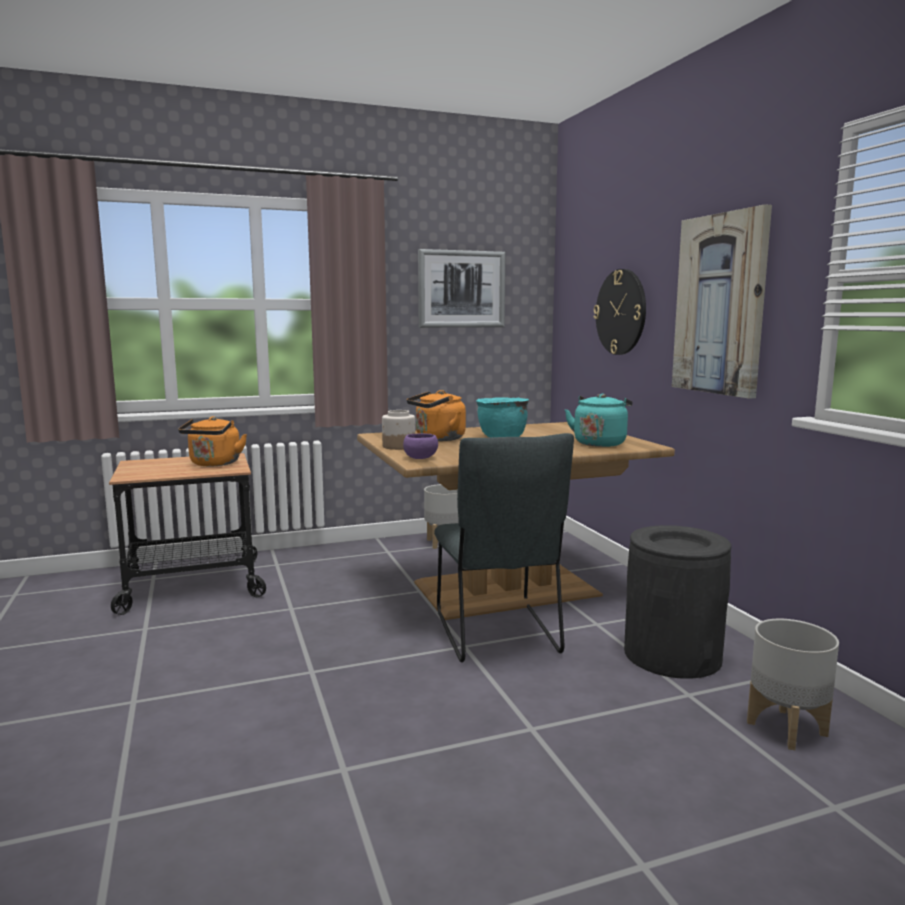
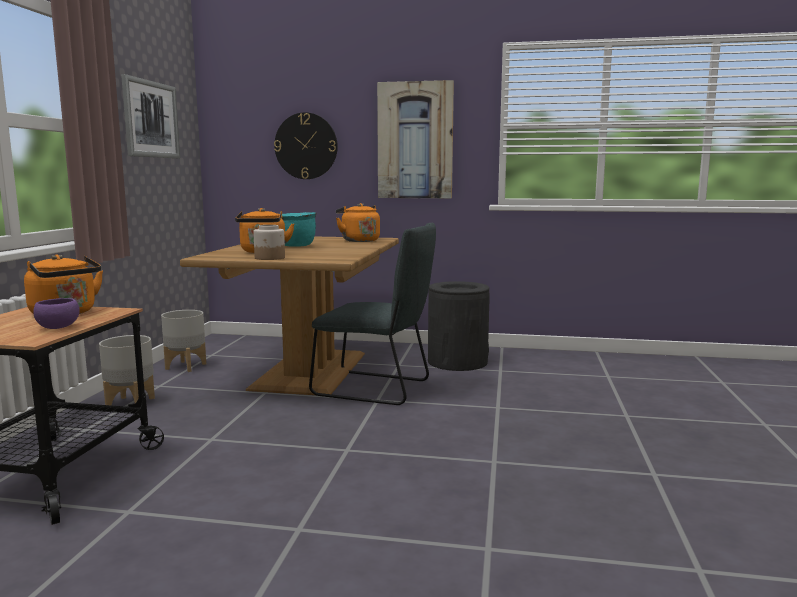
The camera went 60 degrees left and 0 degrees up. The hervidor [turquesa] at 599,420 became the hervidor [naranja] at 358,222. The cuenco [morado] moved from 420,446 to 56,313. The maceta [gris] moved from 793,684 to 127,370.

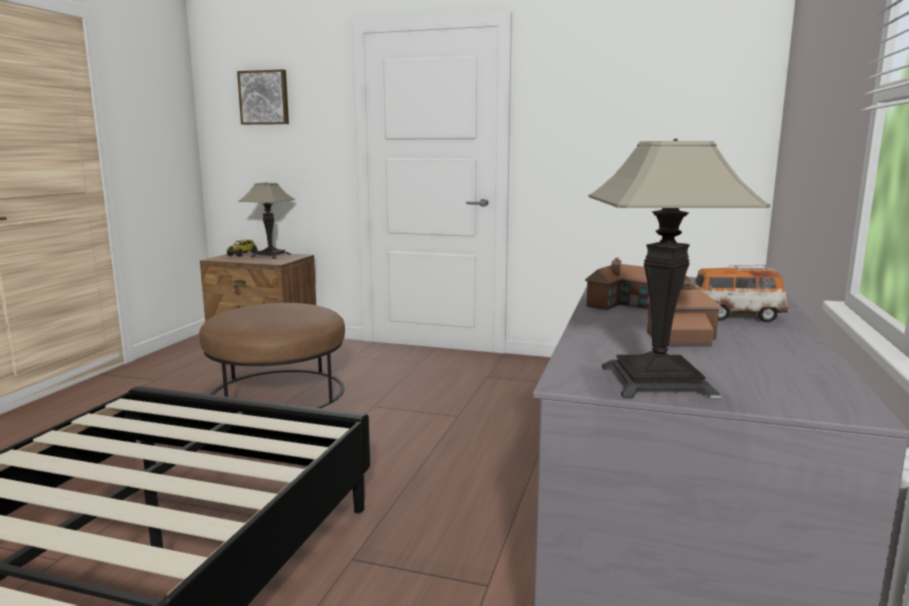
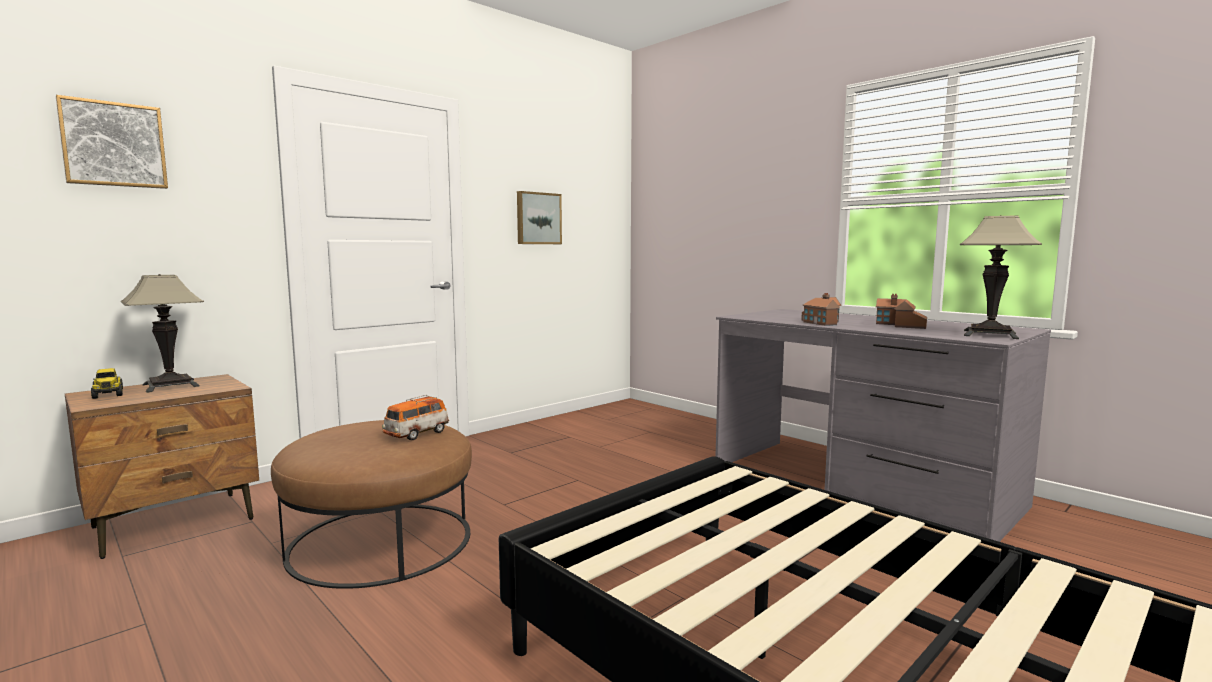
The camera went 60 degrees left and 5 degrees down. The coche de juguete moved from 741,293 to 415,417. The cuadro at 539,217 appeared.

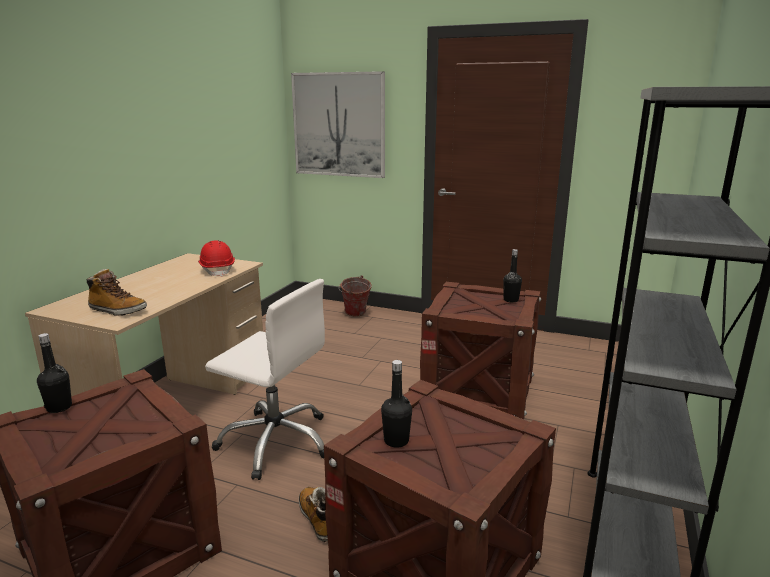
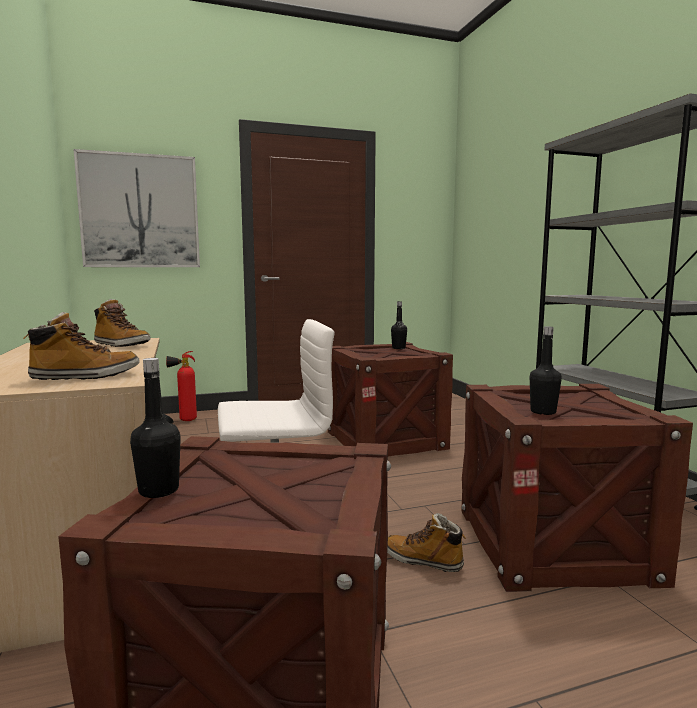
The camera went 40 degrees left and 10 degrees down. The casco [rojo] at 216,258 was replaced by the bota at 122,323. The cubo at 355,296 was replaced by the extintor at 181,386.

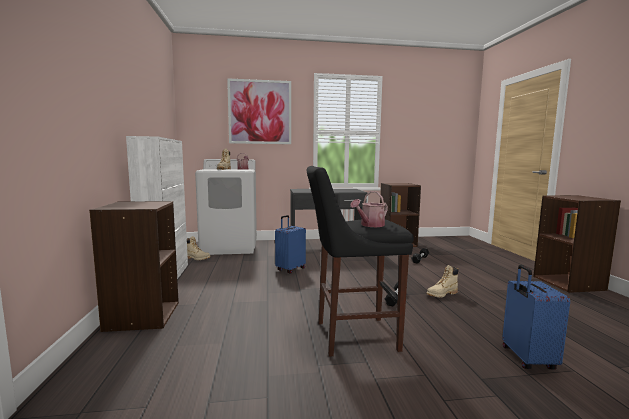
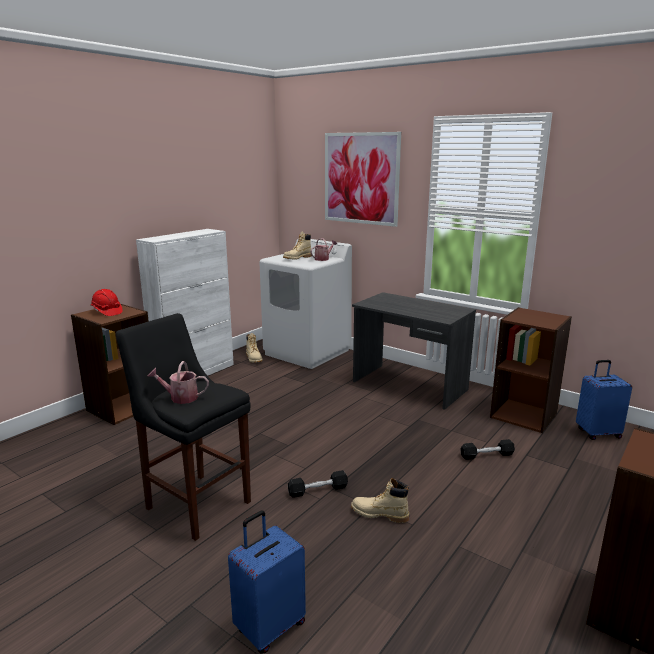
The camera went 45 degrees right and 10 degrees up. The maleta [azul] moved from 290,244 to 604,400. The casco [rojo] at 107,302 appeared.

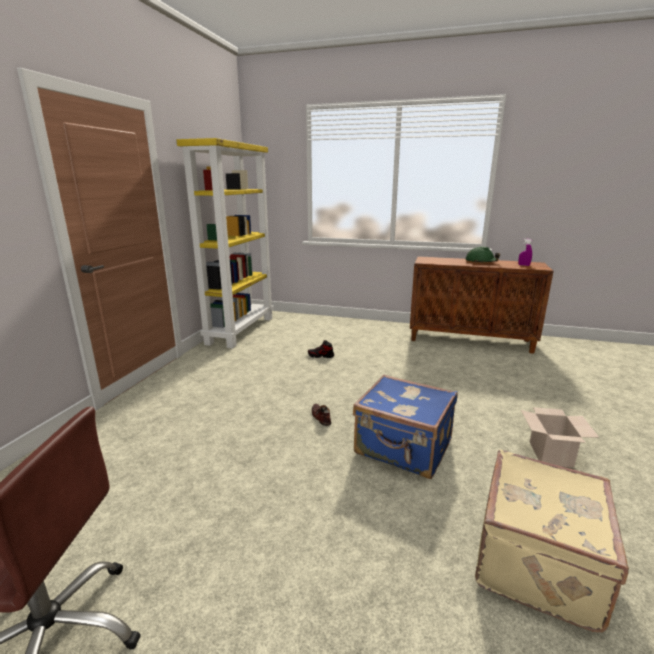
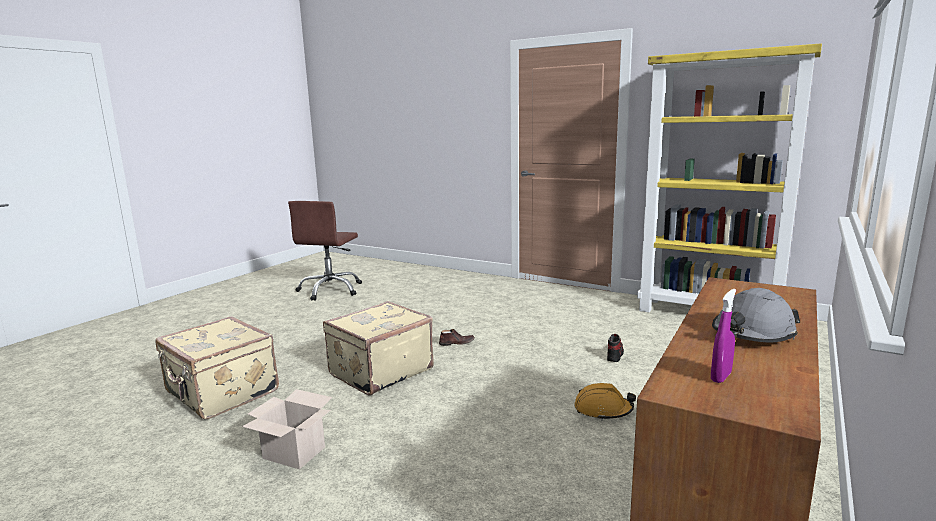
The camera went 105 degrees right and 5 degrees down. The casco [verde] at 483,255 became the casco [gris] at 756,315. The maleta [azul] at 405,426 became the maleta [beis] at 378,348. The casco [naranja] at 605,402 appeared.

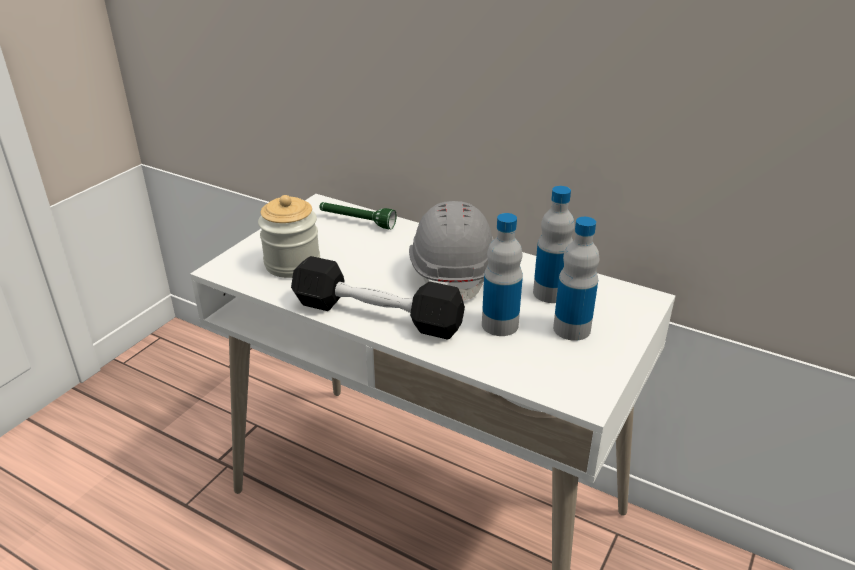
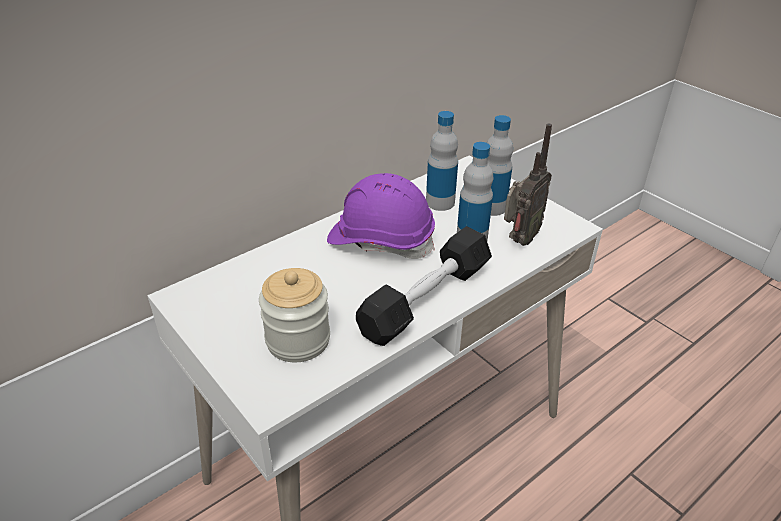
The camera went 70 degrees left and 5 degrees up. The casco [gris] at 451,250 became the casco [morado] at 381,216. The linterna [verde] at 358,215 disappeared. The radio at 528,185 appeared.

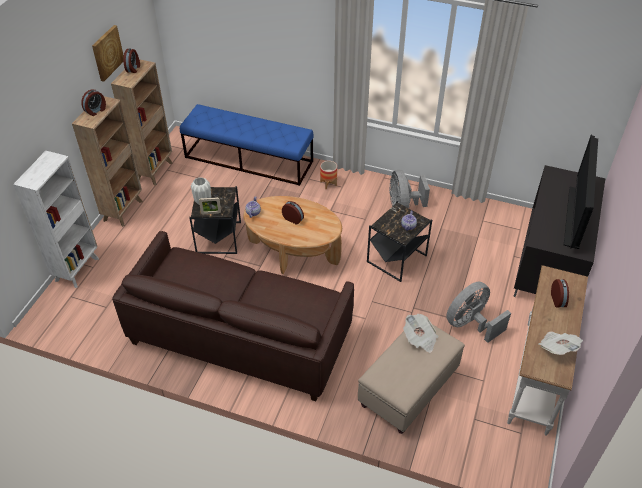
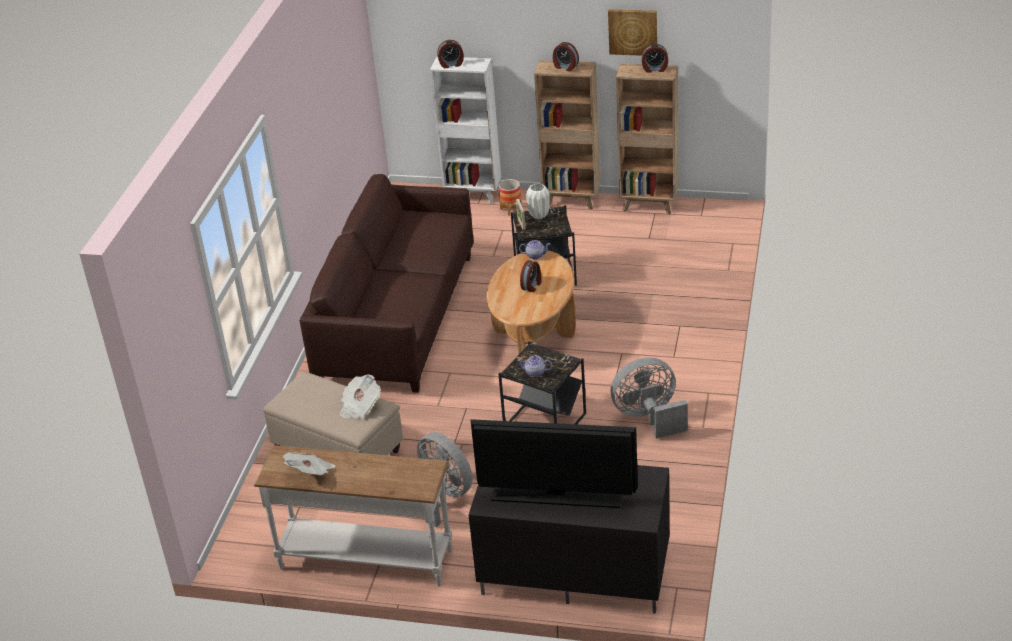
The camera went 85 degrees right and 10 degrees down. The banco [azul] at 247,145 disappeared. The maceta moved from 328,175 to 510,197. The despertador moved from 560,293 to 450,54.

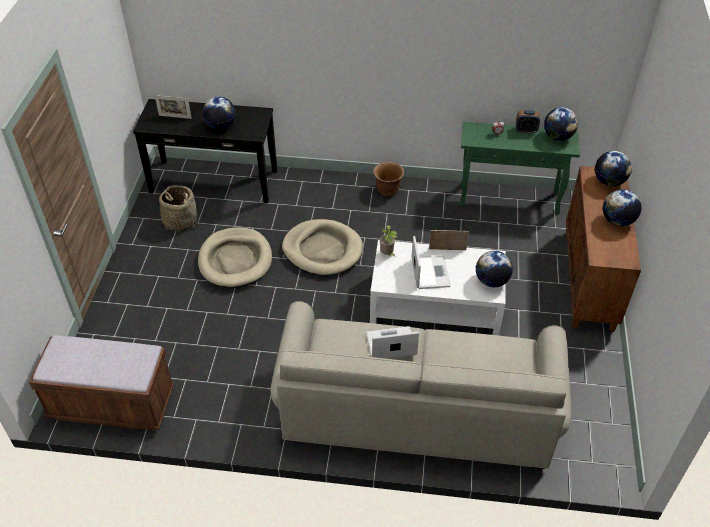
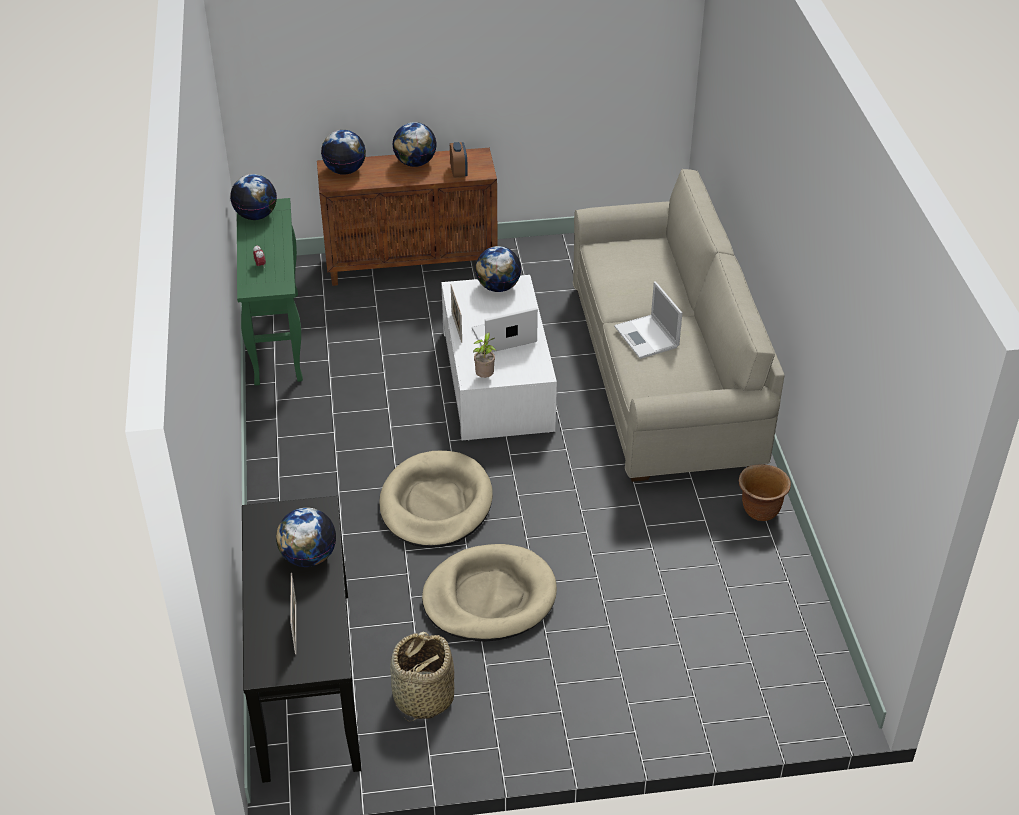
The camera went 105 degrees left and 5 degrees down. The despertador moved from 528,122 to 459,160. The maceta [marrón] moved from 388,179 to 765,492. The banco [marrón] at 101,382 disappeared.

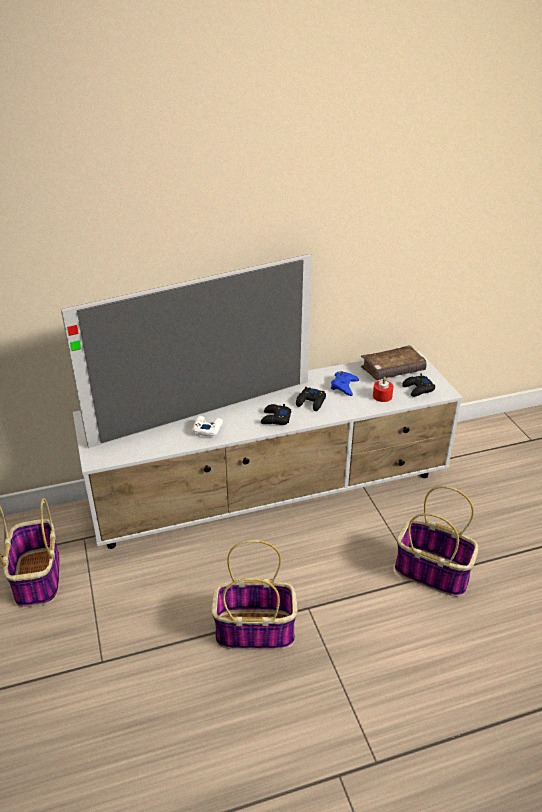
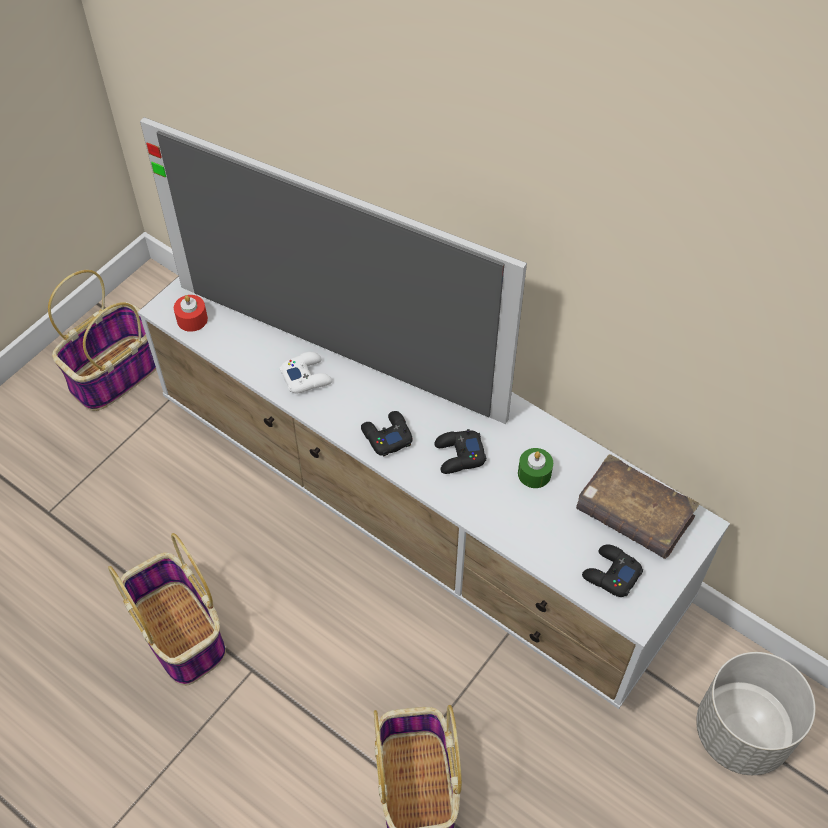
The camera went 55 degrees right and 20 degrees up. The mando de consola [azul] at 345,383 was replaced by the vela [verde] at 535,468. The vela [rojo] moved from 383,389 to 191,313. The maceta [gris] at 756,713 appeared.

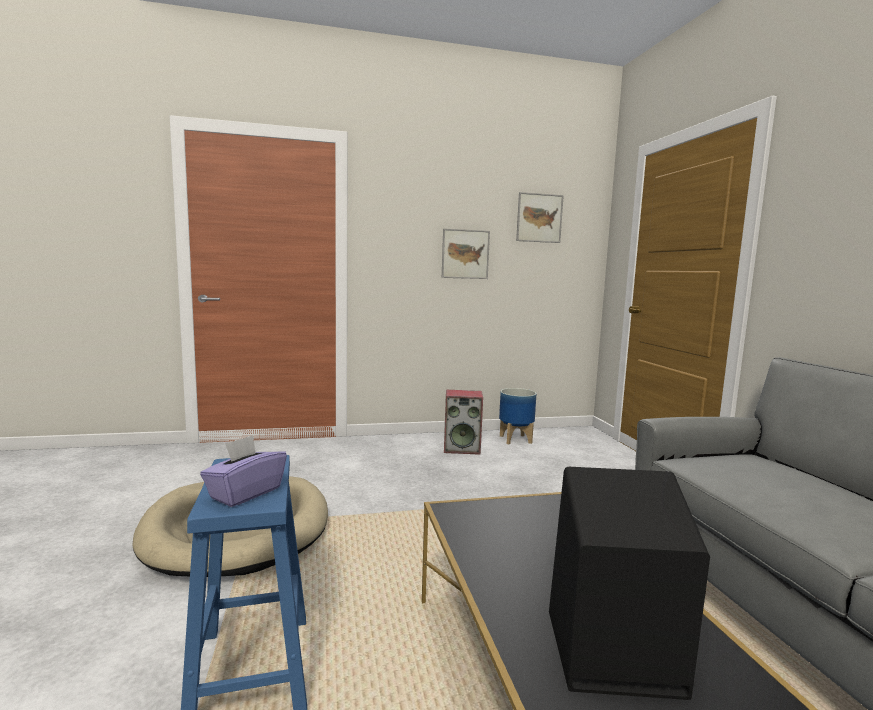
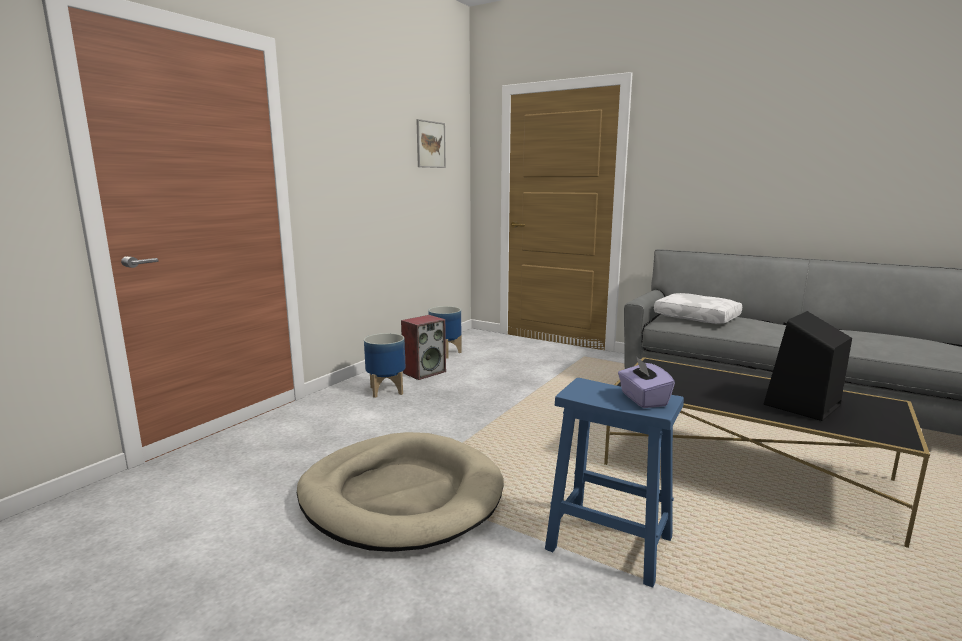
The camera went 45 degrees left and 5 degrees up. The cuadro at 466,254 disappeared. The cojín [blanco] at 698,308 appeared. The maceta at 385,365 appeared.

